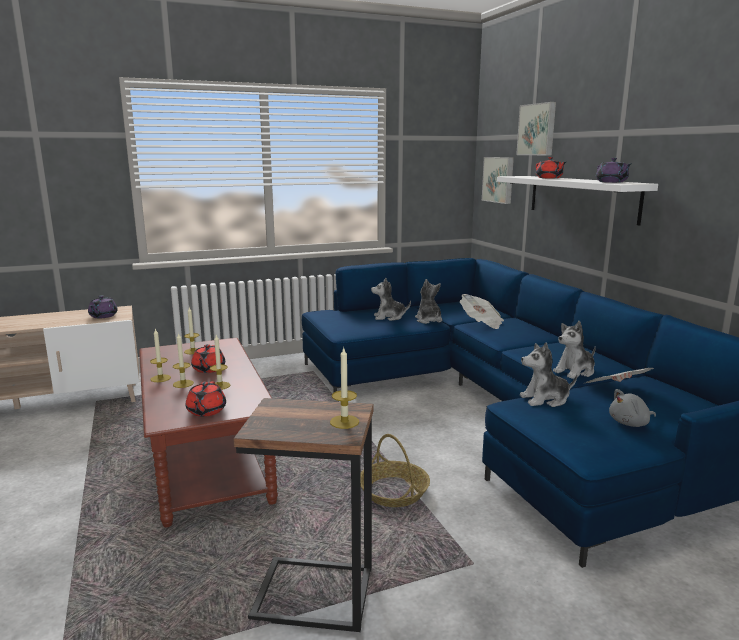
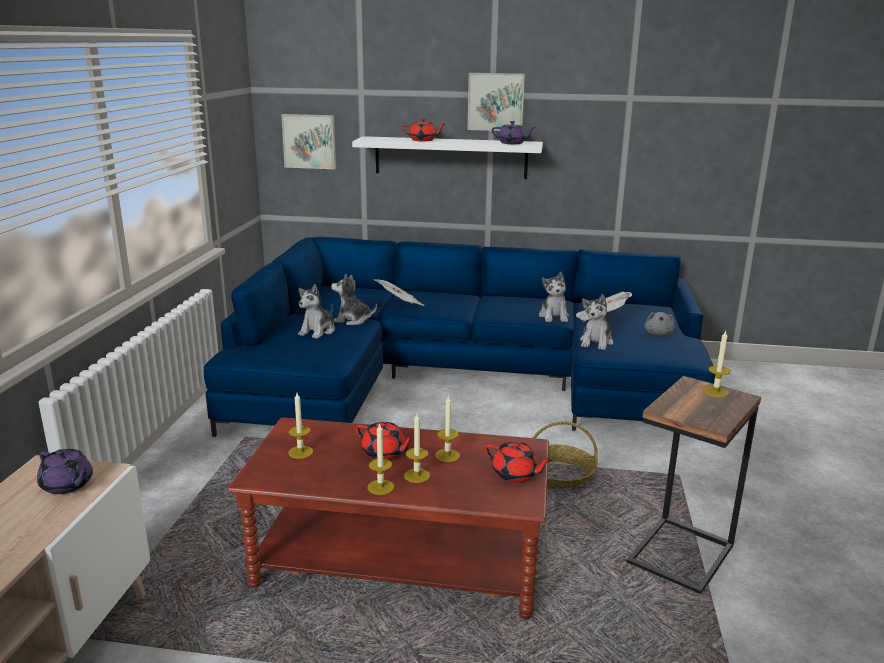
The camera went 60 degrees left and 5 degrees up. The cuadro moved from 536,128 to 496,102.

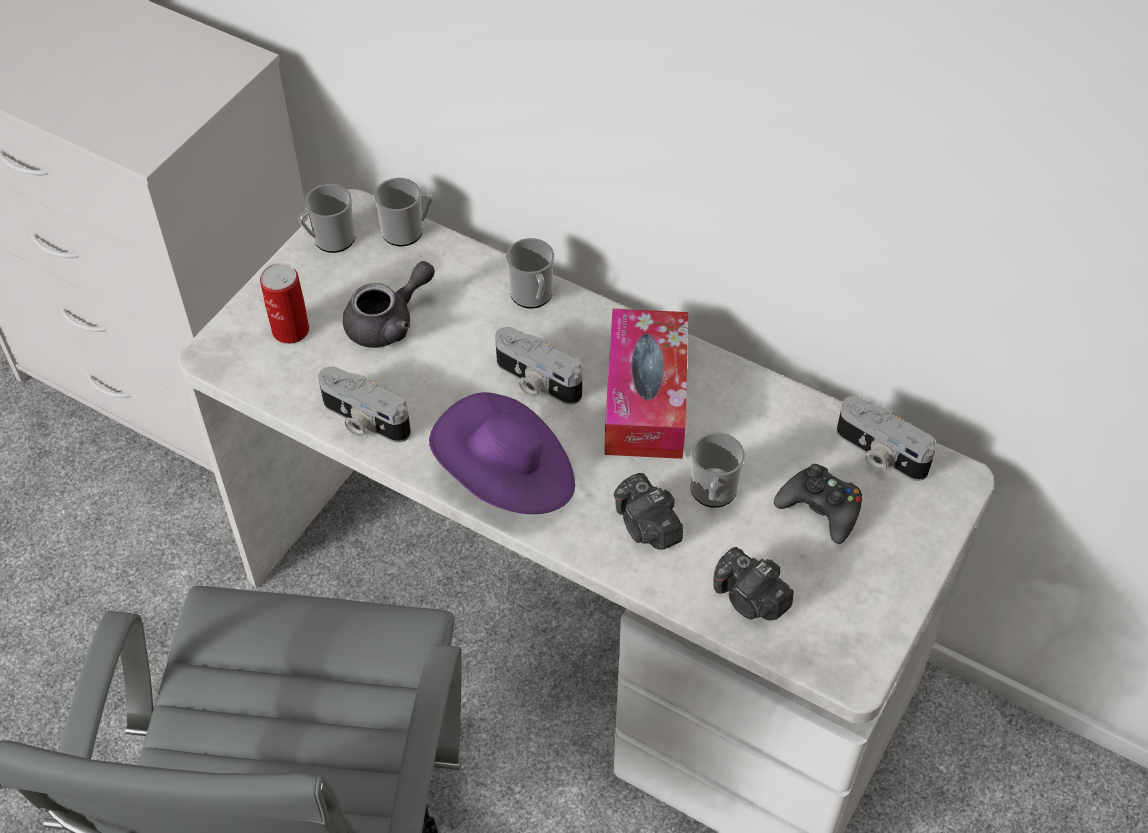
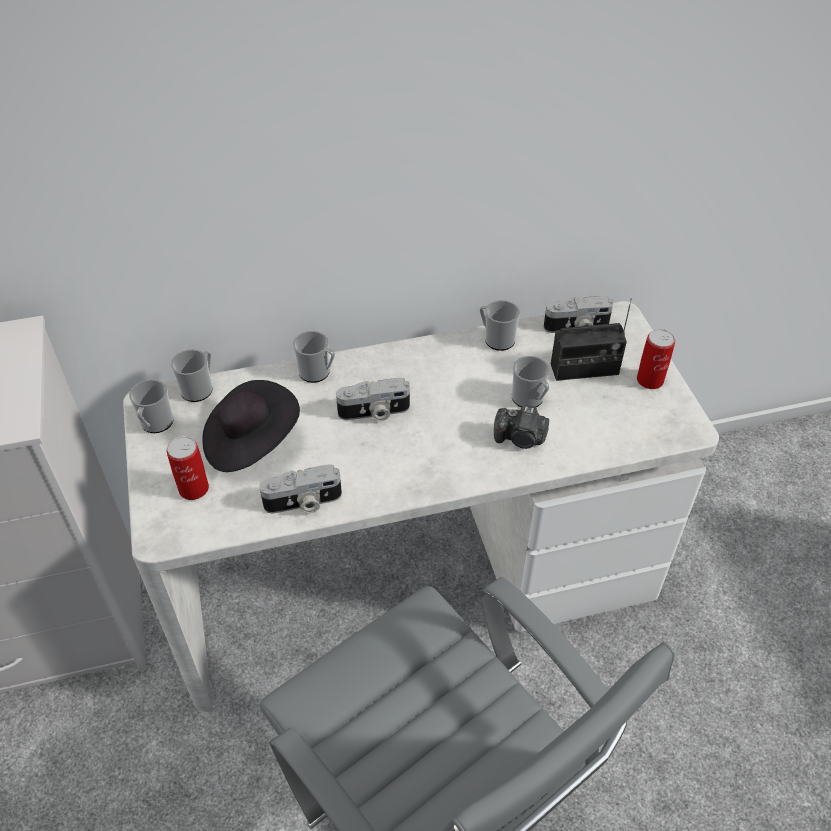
The camera went 45 degrees left and 5 degrees down. The tetera [gris] at 389,304 was replaced by the sombrero [negro] at 251,426. The caja de pañuelos at 646,384 disappeared. The sombrero [morado] at 502,453 disappeared. The mando de consola [negro] at 818,504 was replaced by the radio at 591,339. The cámara at 753,583 disappeared. The taza grande at 500,325 appeared. The lata at 656,359 appeared.

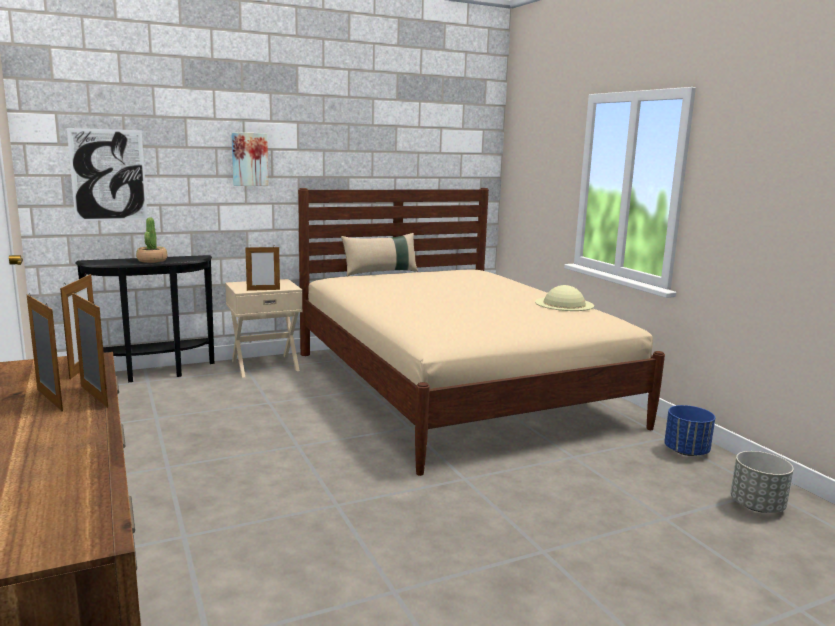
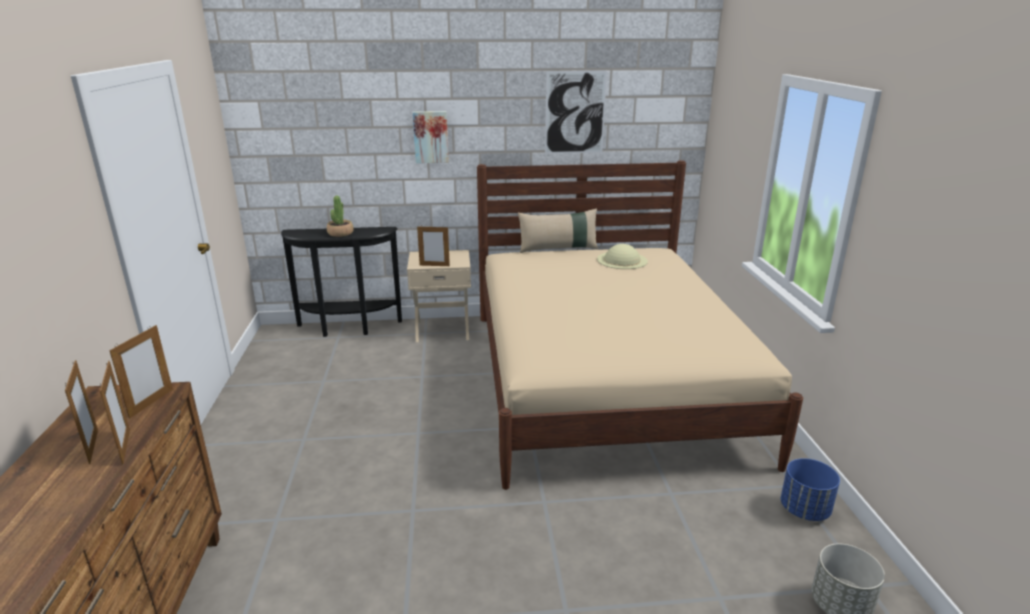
The camera went 20 degrees right and 10 degrees up. The cuadro moved from 107,174 to 576,112. The sombrero [beis] moved from 564,298 to 622,256.

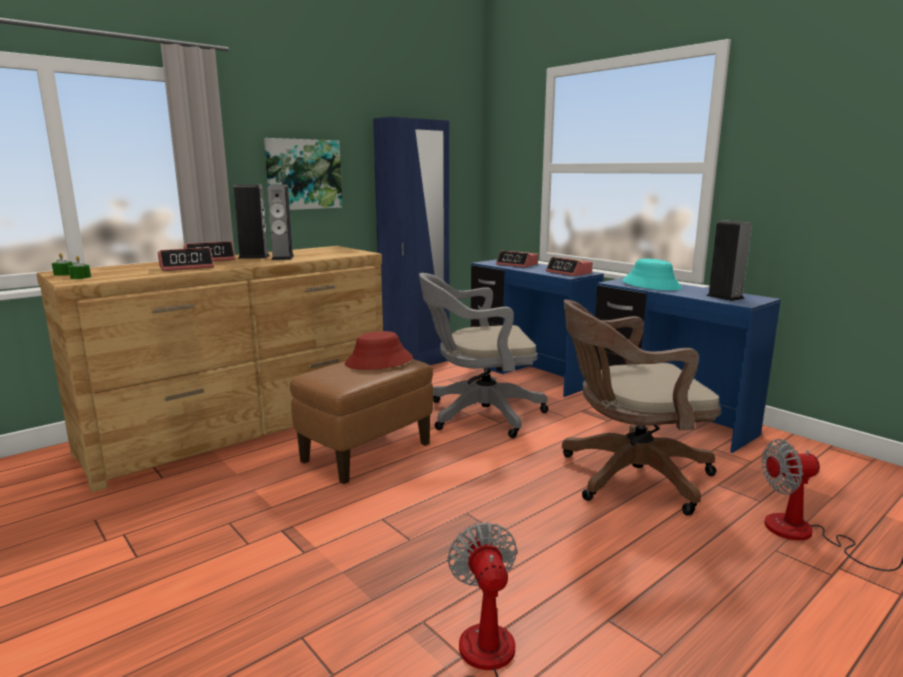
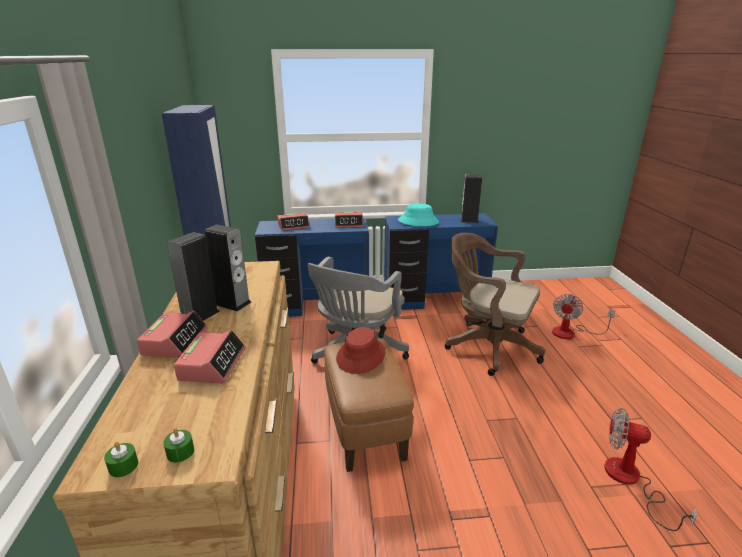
The camera went 55 degrees left and 10 degrees up. The cuadro at 303,174 disappeared. The silla de oficina [marrón] at 641,407 turned 90 degrees clockwise.

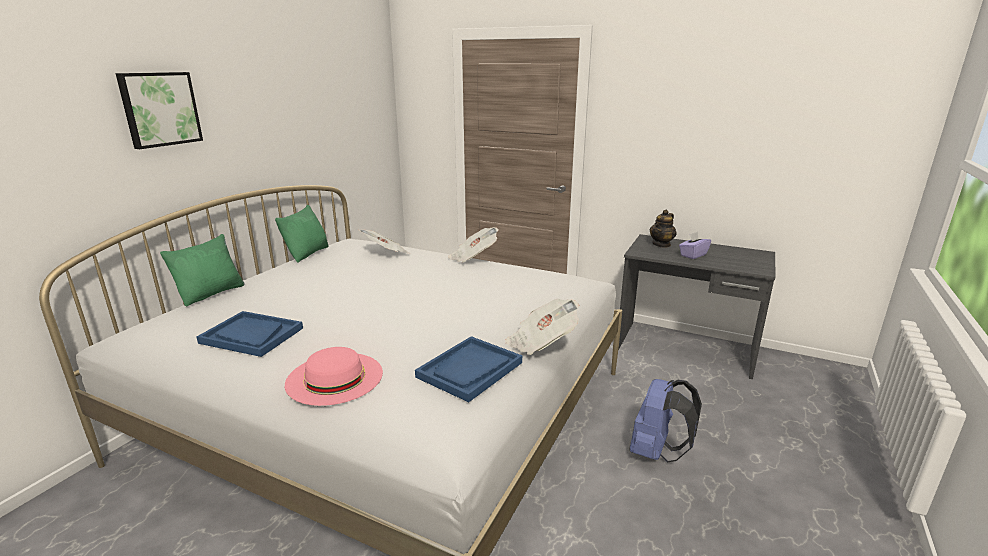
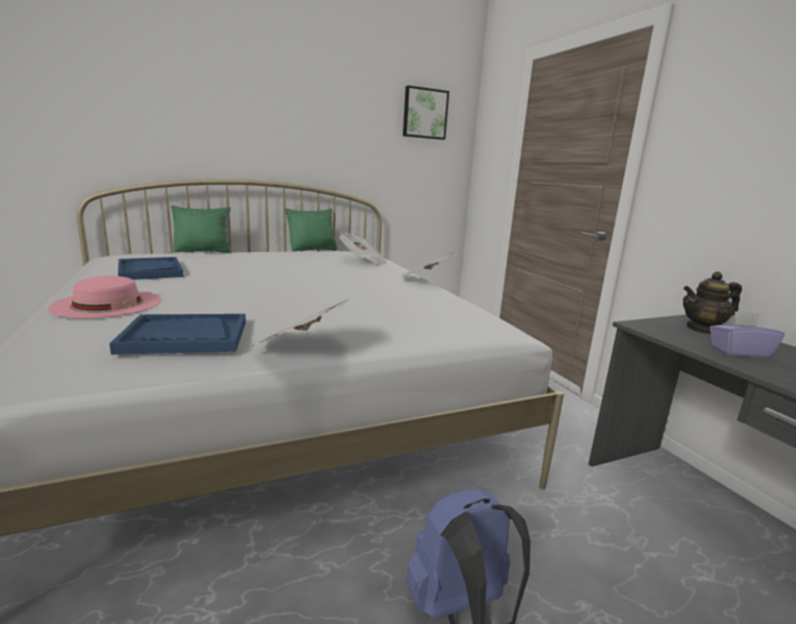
The camera went 40 degrees right and 5 degrees down. The cuadro moved from 159,110 to 426,112.

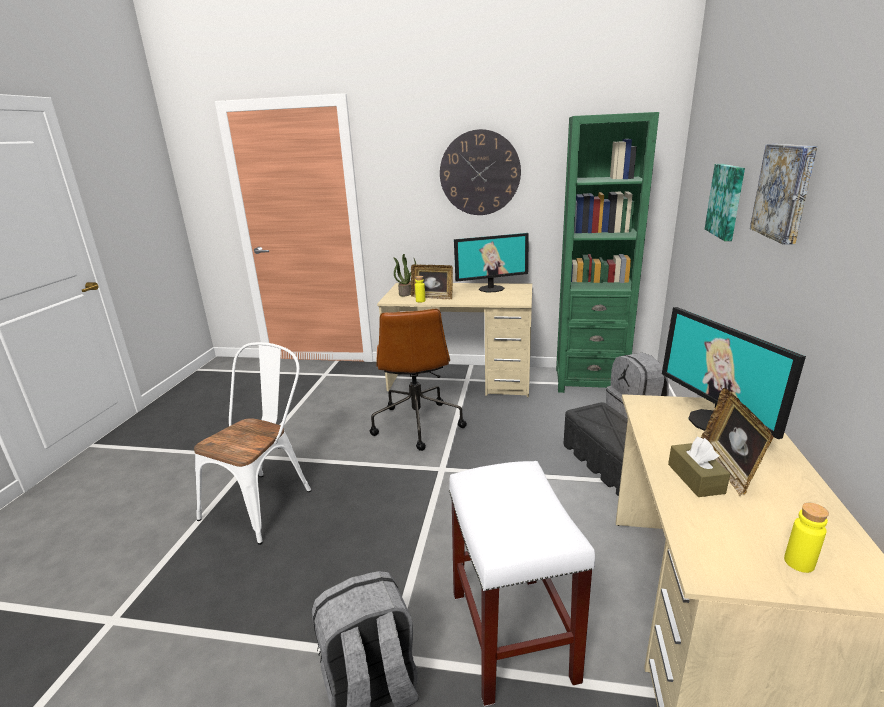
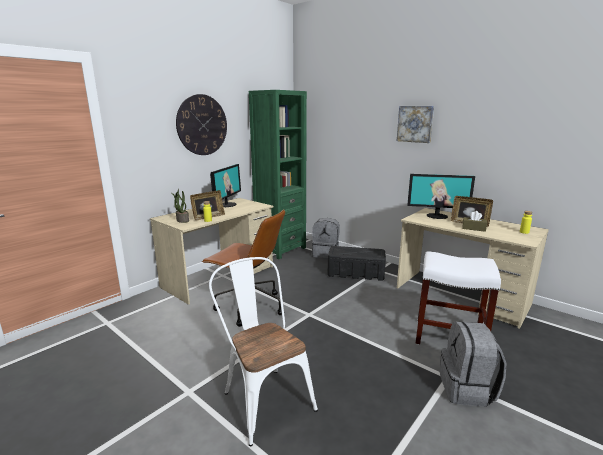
The camera went 60 degrees left and 5 degrees down. The cuadro at 725,202 disappeared.

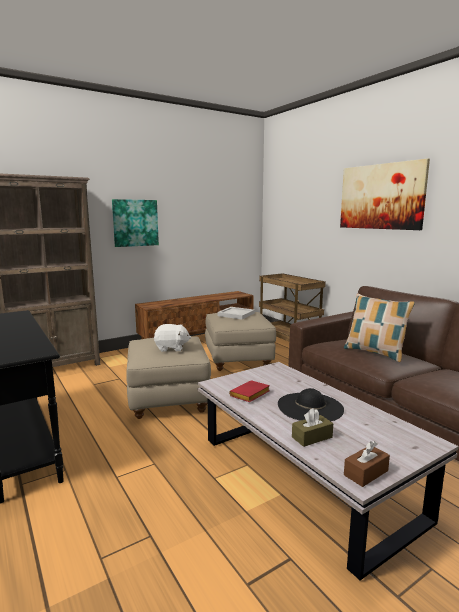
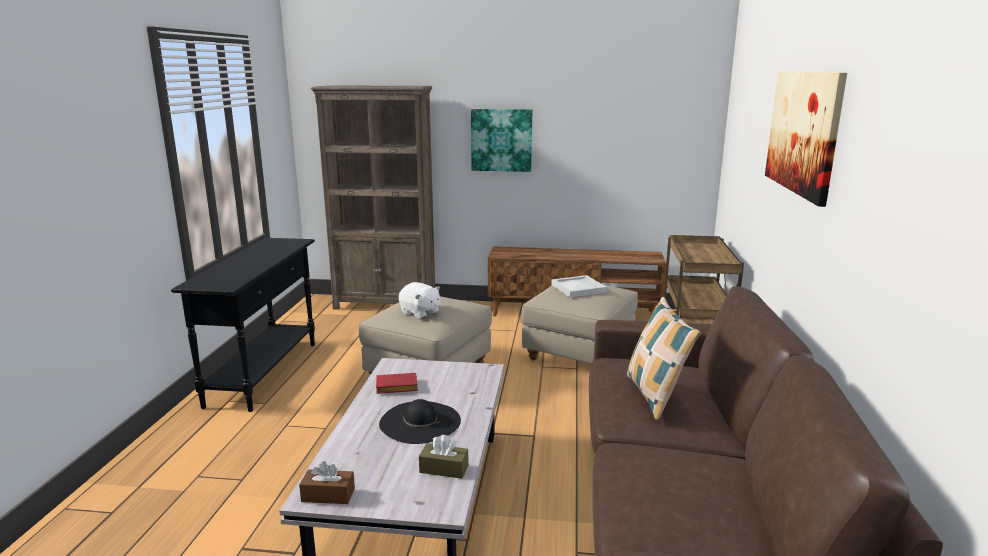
The camera went 40 degrees right and 5 degrees up. The caja de pañuelos [marrón] moved from 312,427 to 443,457.

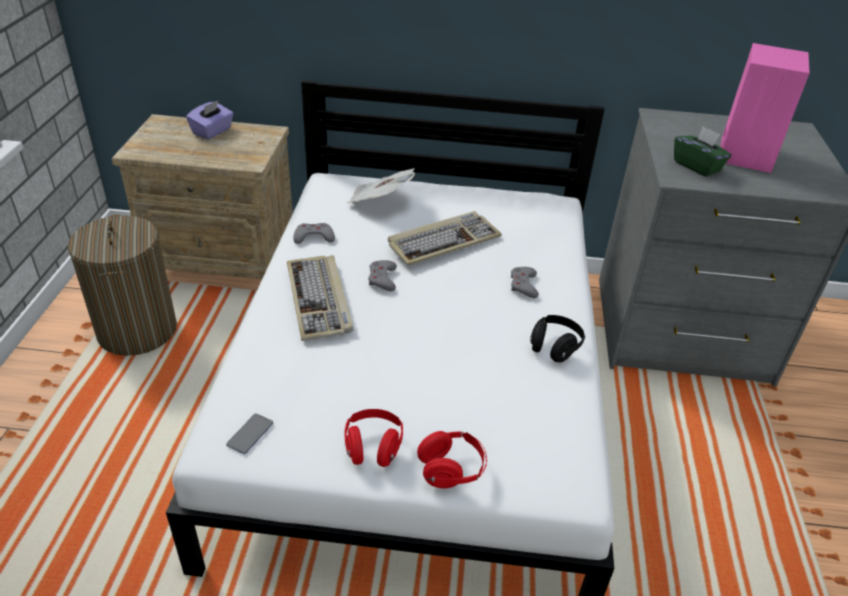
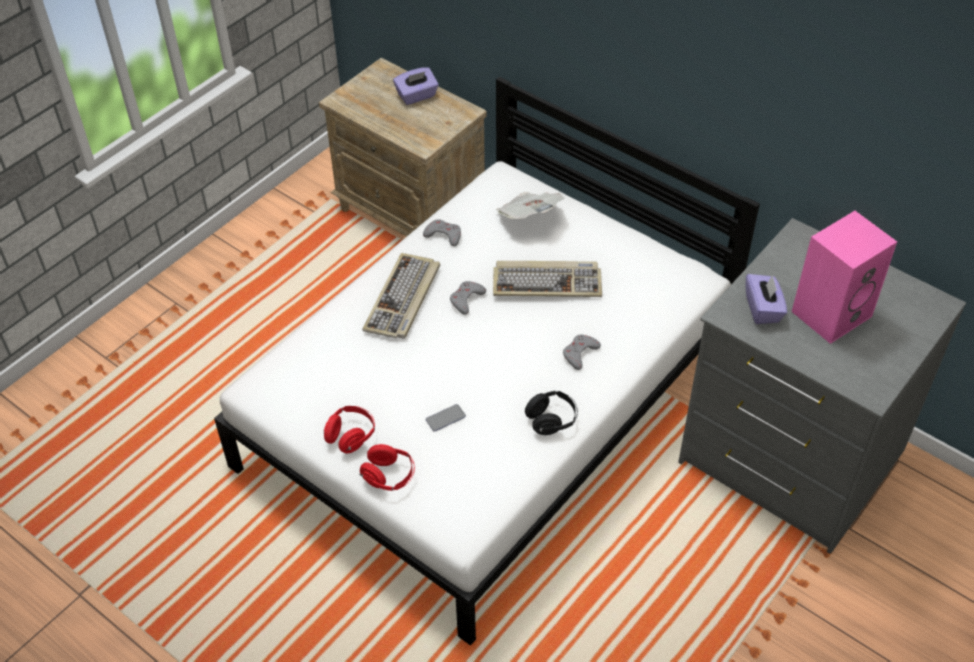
The camera went 35 degrees right and 10 degrees up. The caja de pañuelos [verde] at 703,151 became the caja de pañuelos [morado] at 766,299. The cesto de la ropa at 122,285 disappeared. The móvil moved from 249,434 to 445,418.

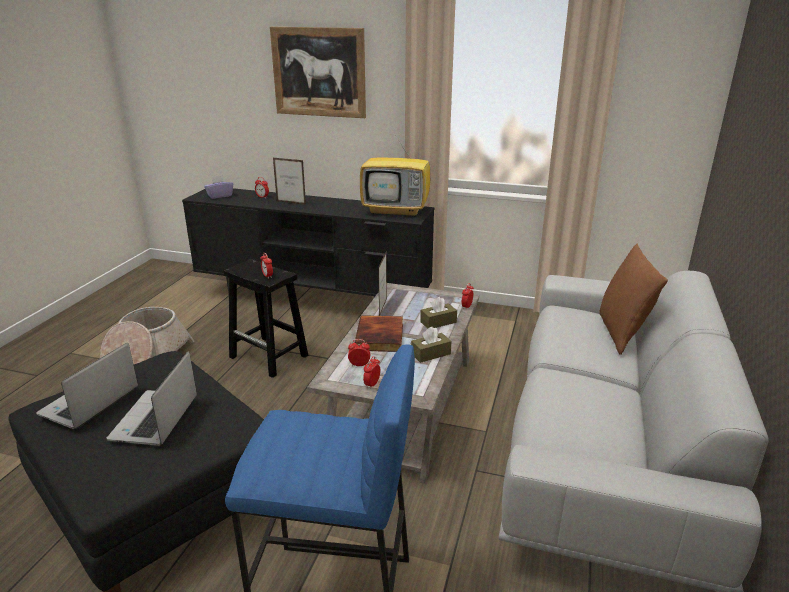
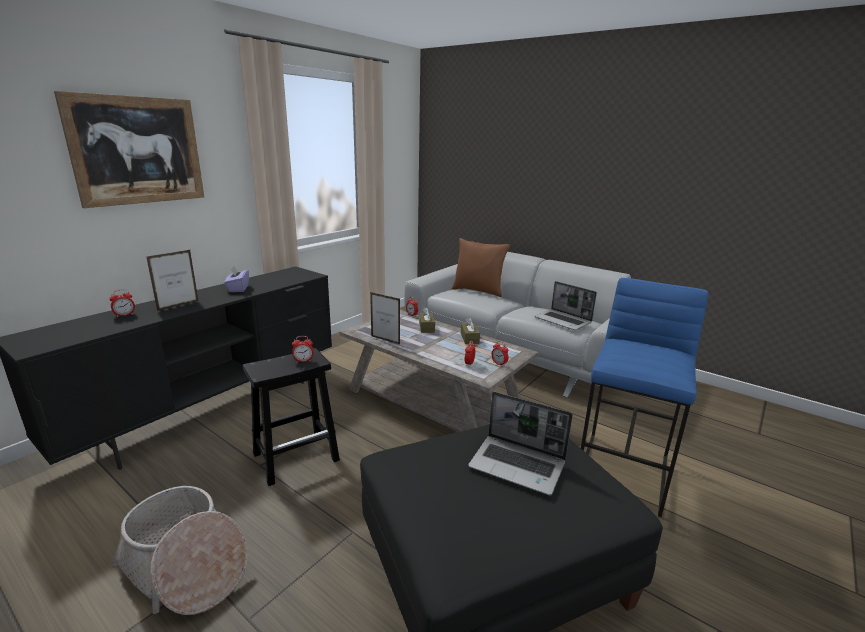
The camera went 70 degrees left and 5 degrees down. The televisor at 395,175 disappeared. The caja de pañuelos [morado] moved from 218,187 to 236,279. The libro at 379,333 disappeared. The portátil moved from 87,386 to 566,305.

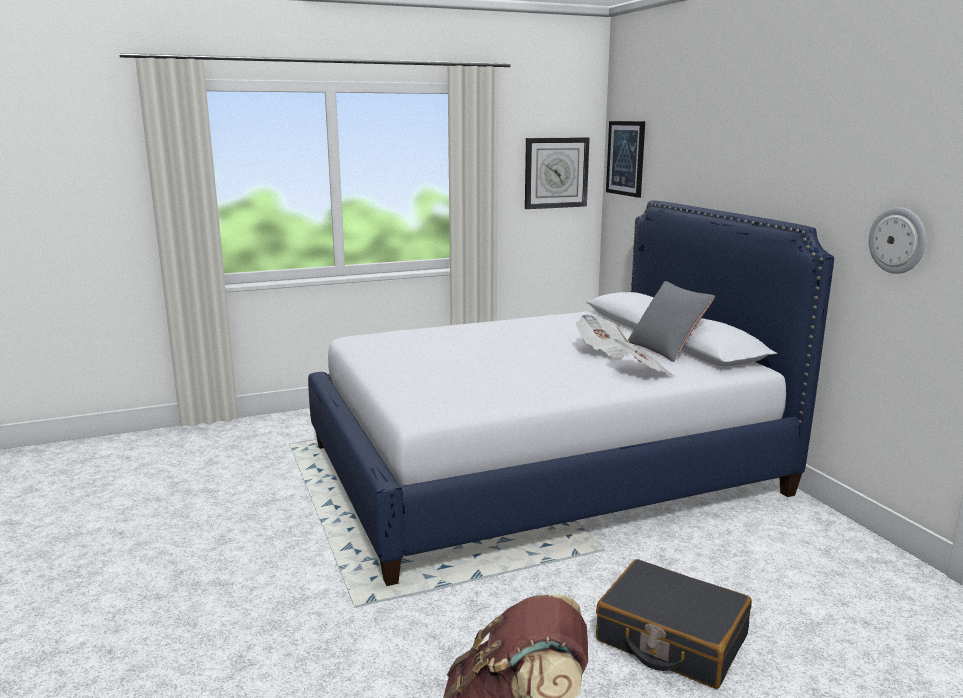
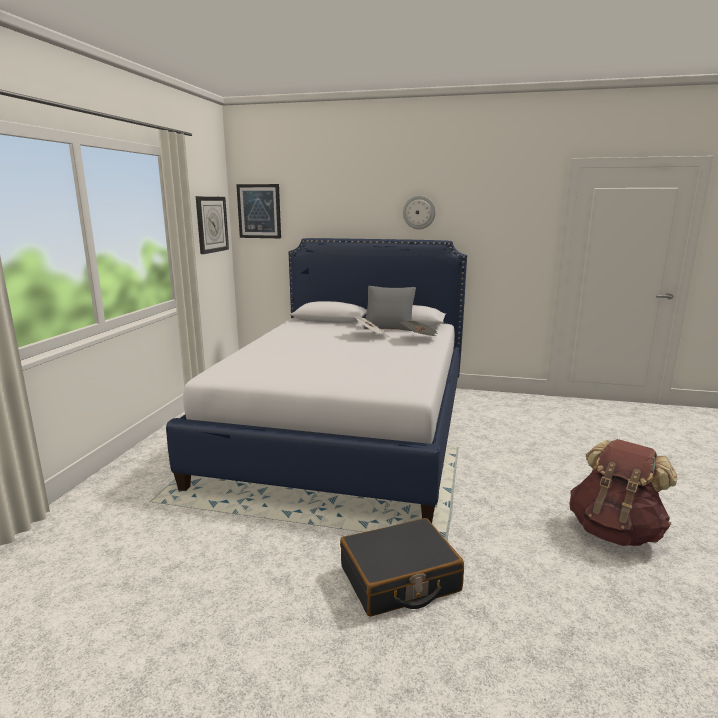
The camera went 55 degrees left and 0 degrees up. The reloj de pared moved from 897,240 to 419,212. The maleta [negro] moved from 674,624 to 402,567.

